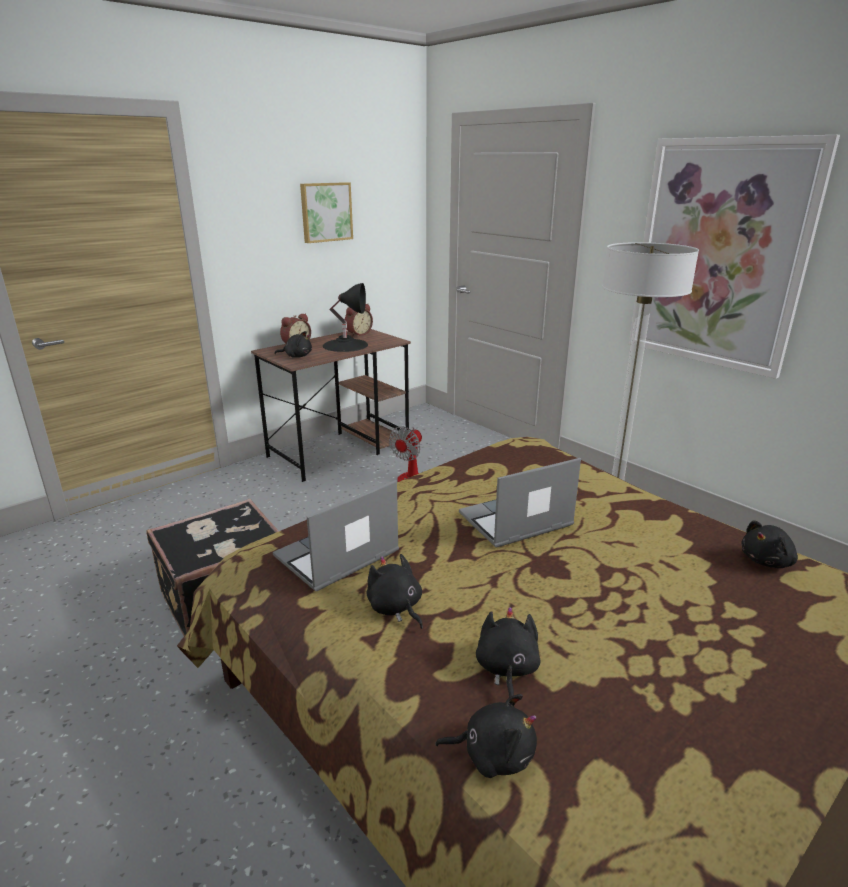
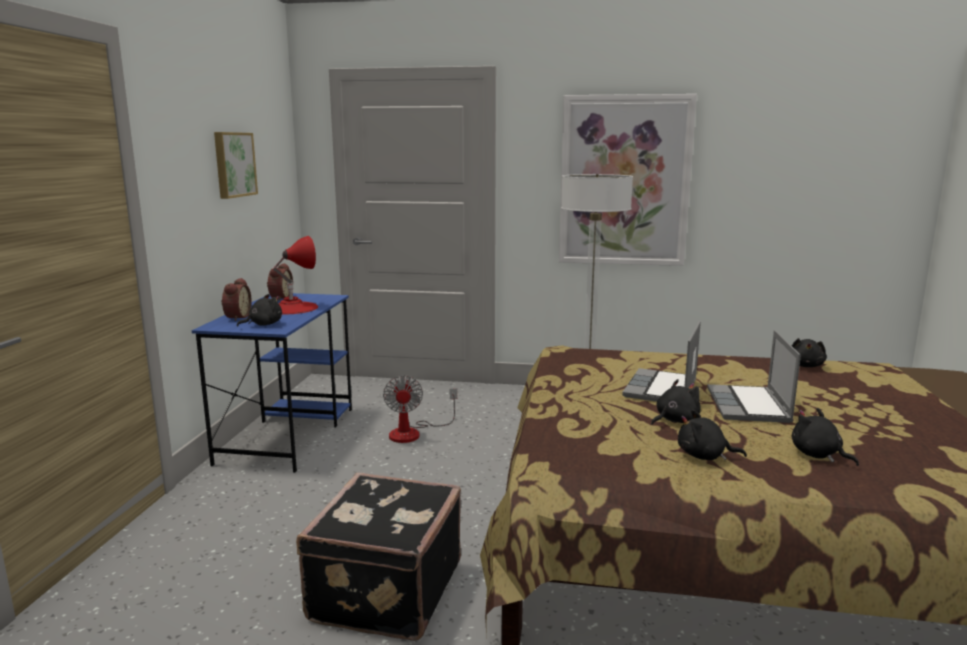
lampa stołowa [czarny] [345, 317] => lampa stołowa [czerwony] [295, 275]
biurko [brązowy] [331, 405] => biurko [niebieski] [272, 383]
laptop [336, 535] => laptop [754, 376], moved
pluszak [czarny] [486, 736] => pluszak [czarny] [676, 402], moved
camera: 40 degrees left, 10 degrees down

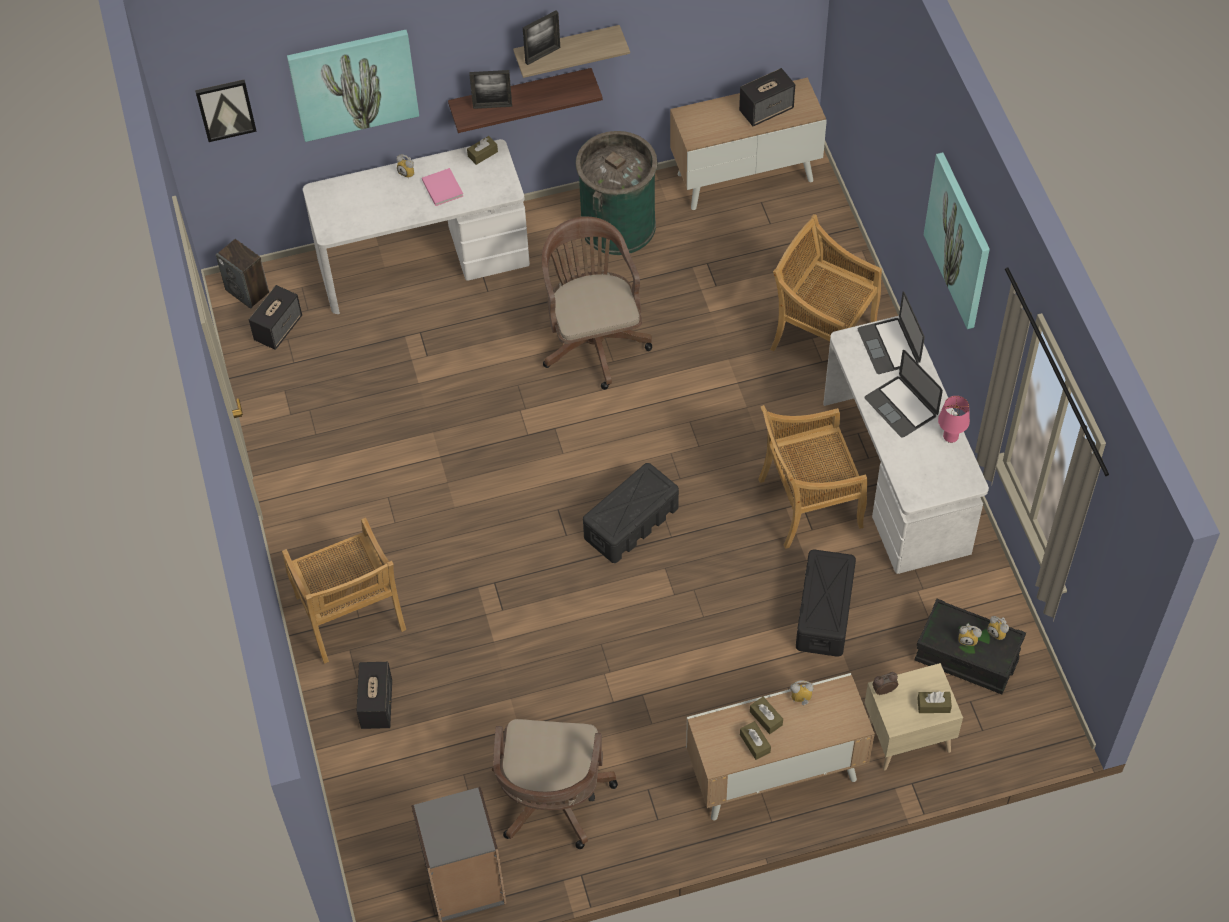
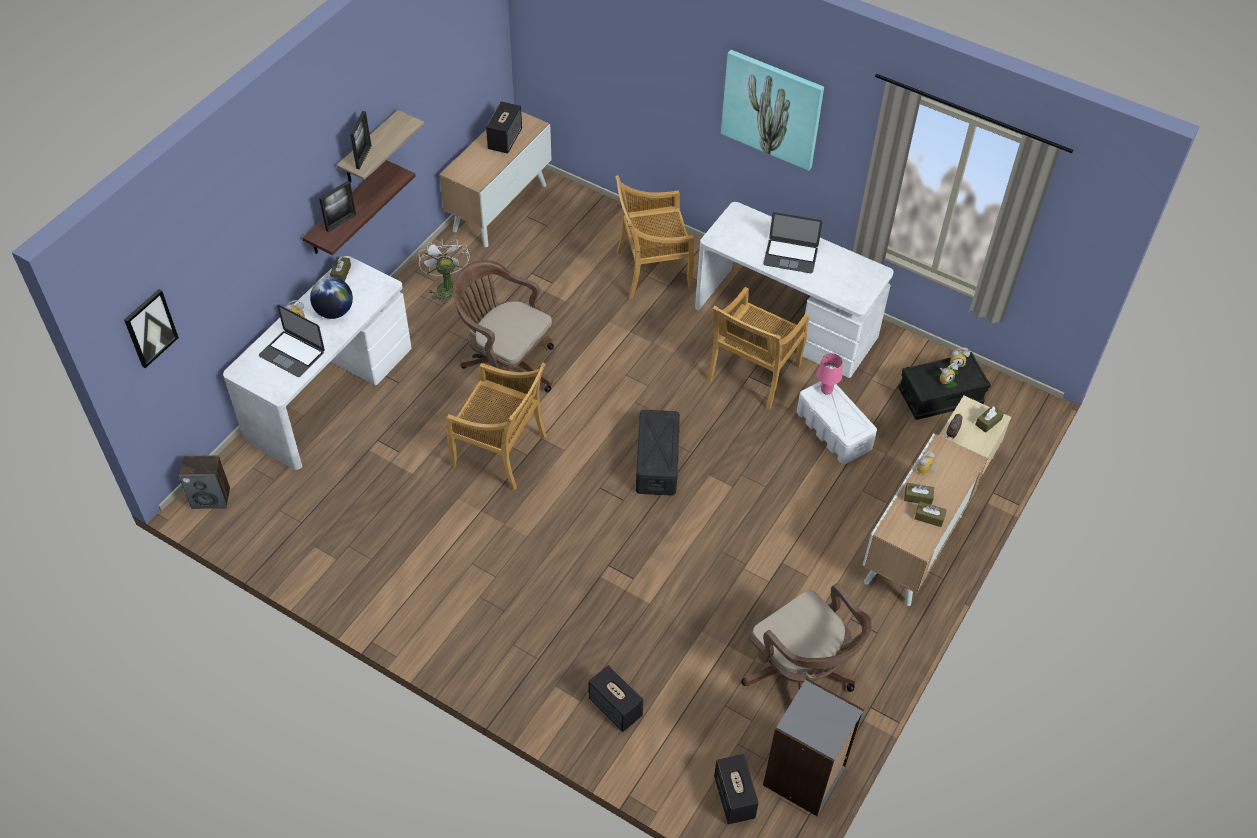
obraz [353, 86] => nothing
kosz na śmieci [zielony] [616, 193] => wentylator [biały] [444, 271]
książka [różowy] [442, 187] => globus [331, 298]
głośnik [275, 317] => głośnik [736, 789], moved
laptop [891, 333] => laptop [292, 340], moved
lampa stołowa [różowy] [954, 419] => lampa stołowa [różowy] [829, 374], moved
krzesło [beżowy] [344, 591] => krzesło [beżowy] [496, 426], moved
pojemnik do przechowywania [czarny] [826, 603] => pojemnik do przechowywania [biały] [837, 423]
camera: 45 degrees left, 5 degrees down

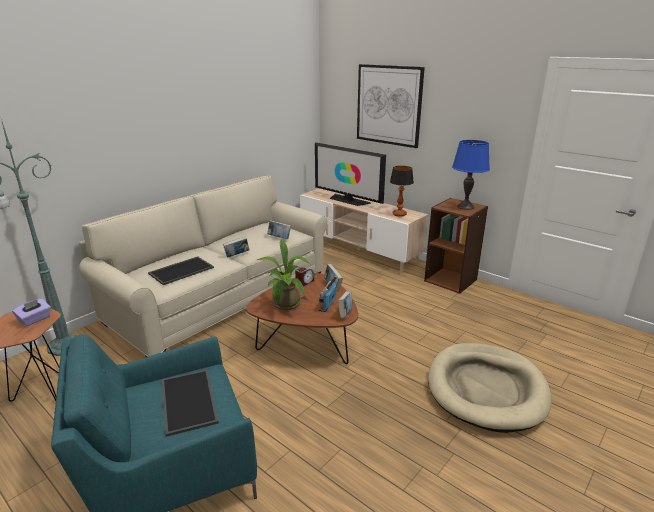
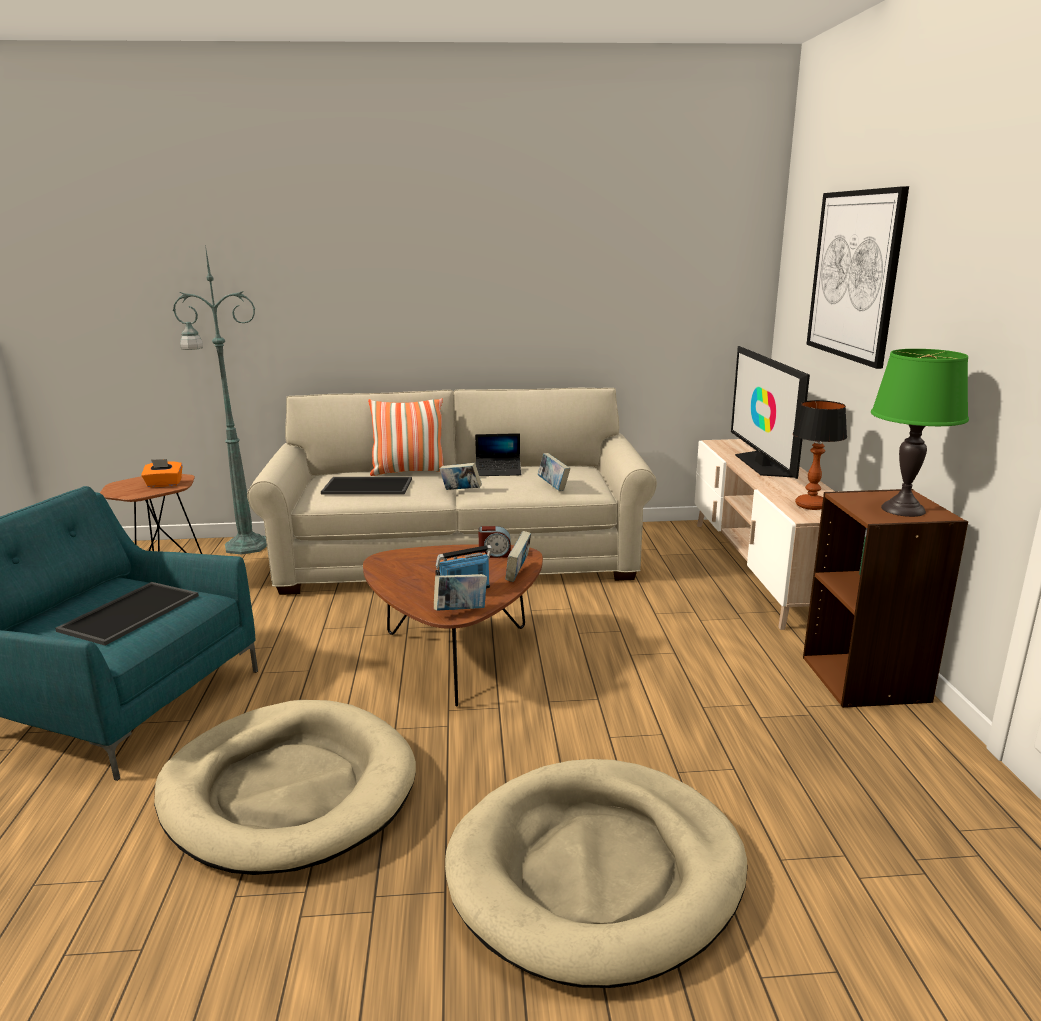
lampa stołowa [niebieski] [471, 175] => lampa stołowa [zielony] [920, 433]
roślina doniczkowa [283, 275] => nothing
pudełko chusteczek [fioletowy] [31, 312] => pudełko chusteczek [pomarańczowy] [162, 473]
nothing => poduszka [406, 437]
nothing => laptop [498, 454]
nothing => legowisko [beżowy] [285, 787]
camera: 45 degrees right, 5 degrees down

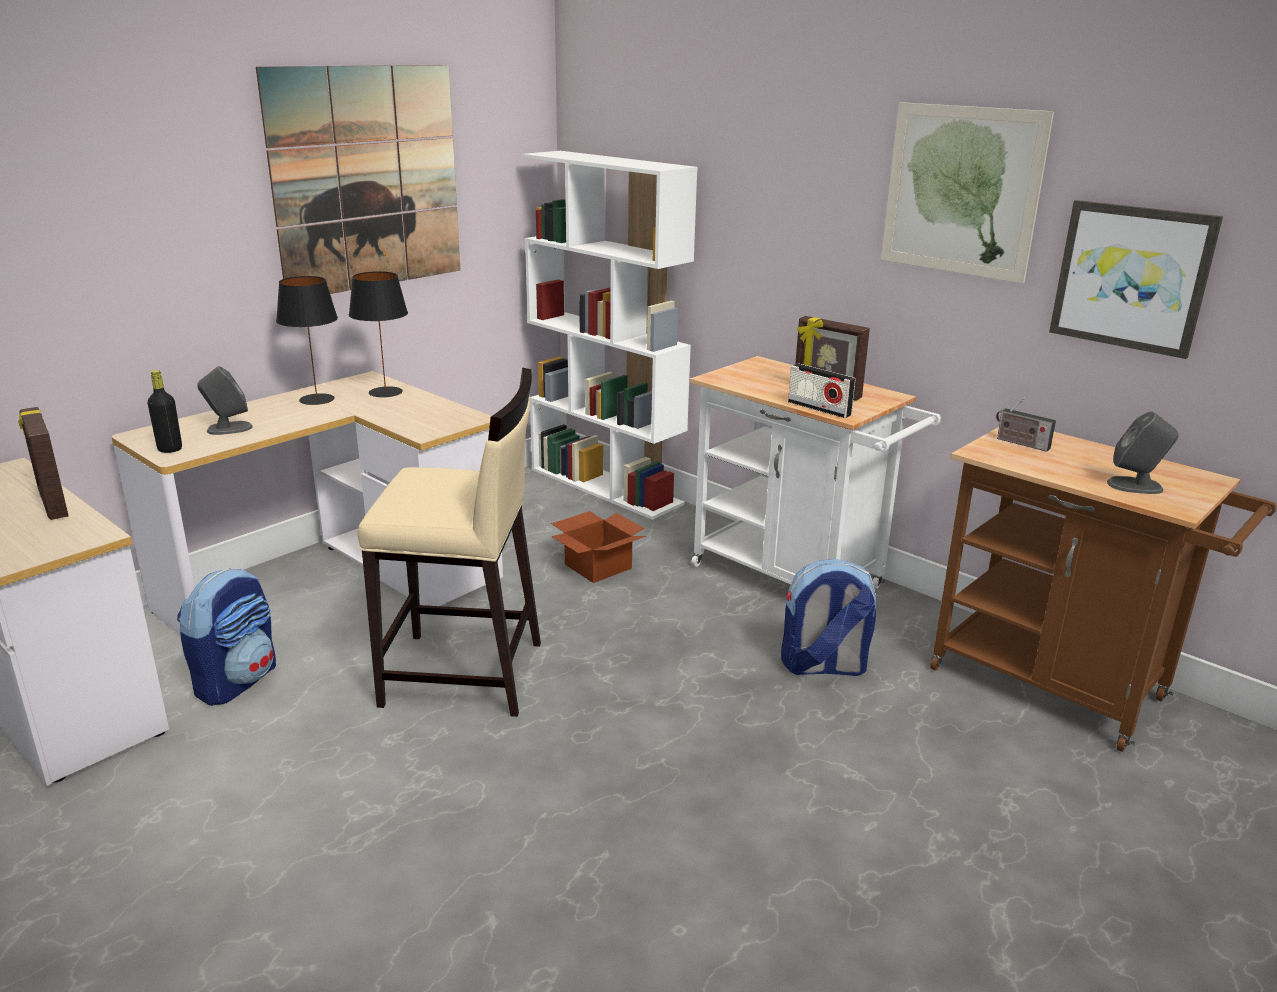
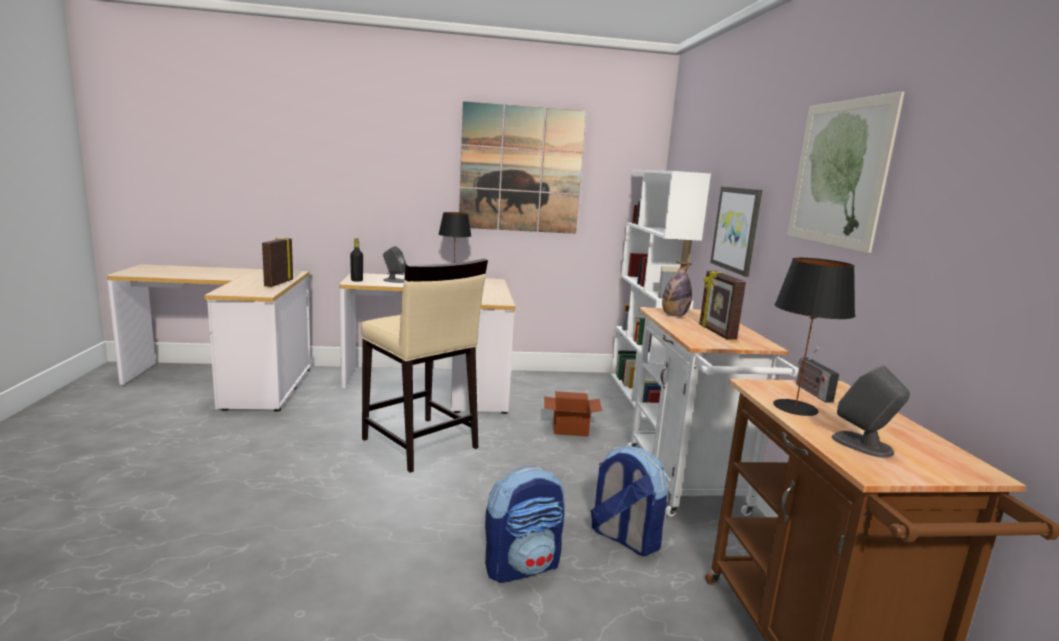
obraz [1136, 279] => obraz [736, 231], moved
lampa stołowa [czarny] [378, 334] => lampa stołowa [czarny] [814, 337], moved
radio [822, 390] => nothing
plecak [226, 637] => plecak [525, 525], moved
nothing => butelka [677, 288]
camera: 40 degrees right, 10 degrees down

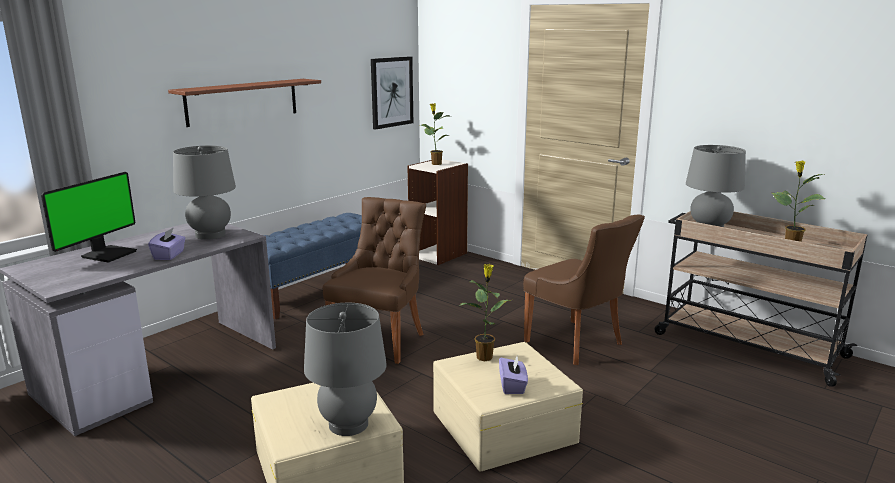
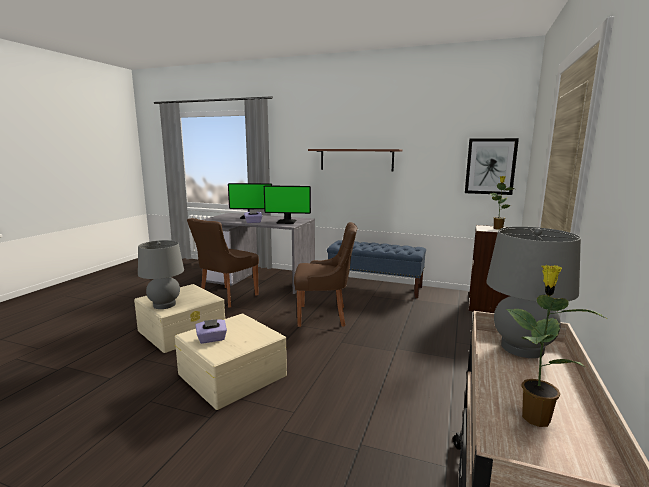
lampa stołowa [szary] [204, 193] => monitor [287, 204]
krzesło [brązowy] [584, 289] => krzesło [brązowy] [223, 263], moved
roślina doniczkowa [484, 312] => nothing
camera: 70 degrees right, 5 degrees down

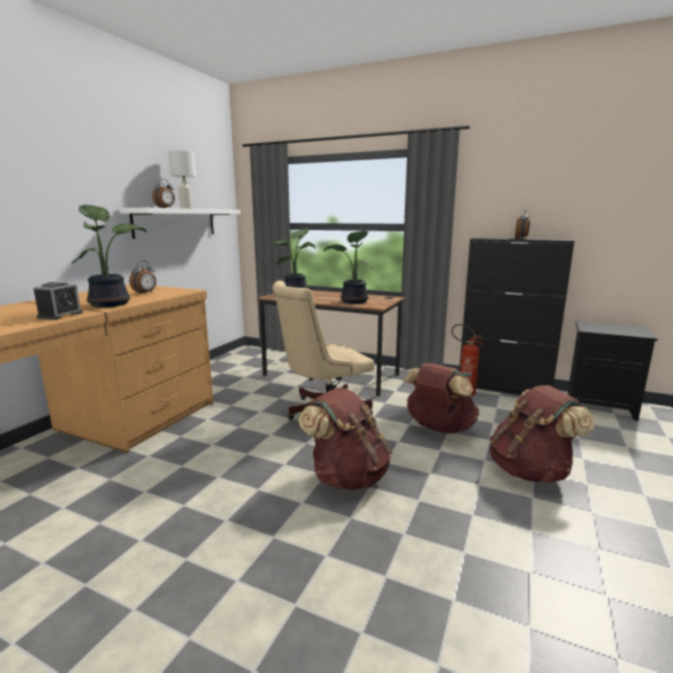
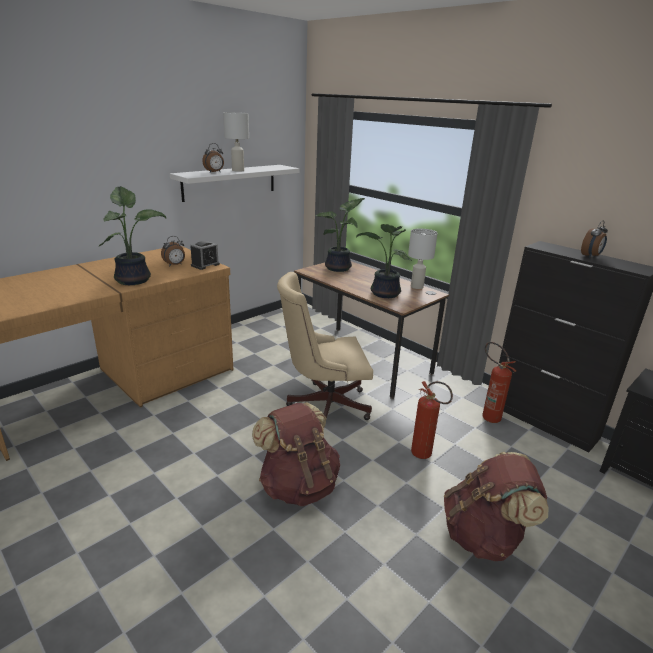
budzik [58, 301] => budzik [205, 255], moved
plecak [brązowy] [441, 398] => gaśnica [432, 420]
nothing => lampa stołowa [biały] [423, 259]
camera: 20 degrees right, 10 degrees up

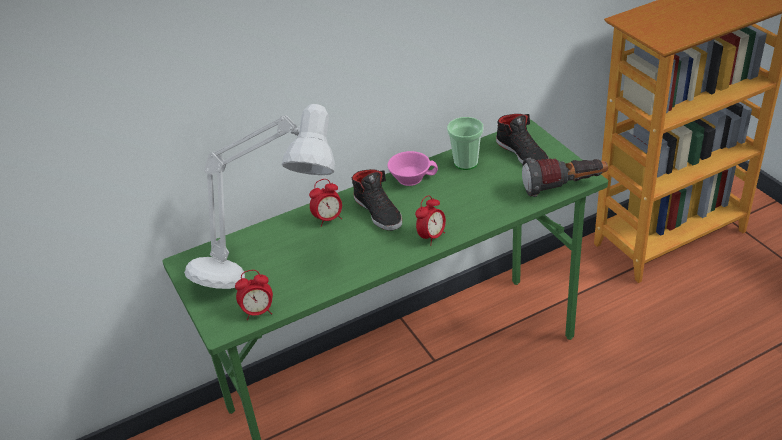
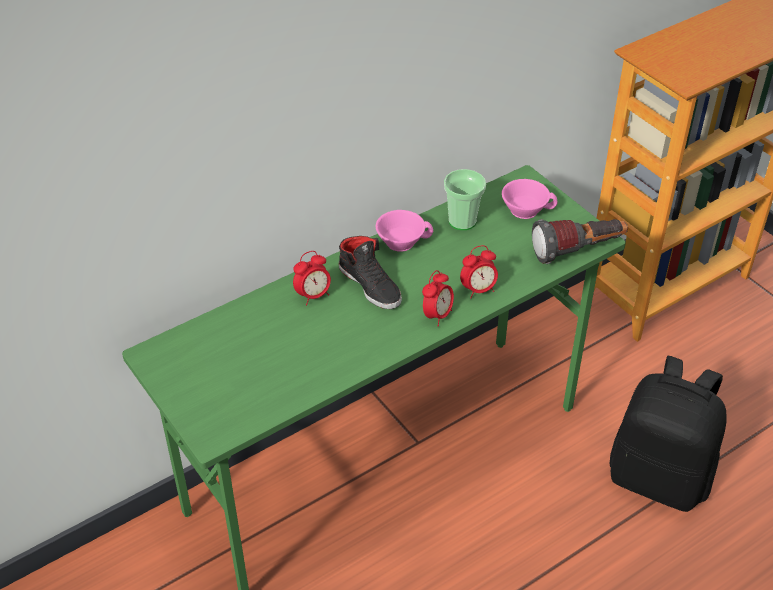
lampa stołowa [szary] [259, 196] => nothing
but [czarny] [522, 139] => filiżanka [różowy] [530, 199]
budzik [254, 295] => budzik [479, 272], moved
nothing => plecak [czarny] [668, 434]
camera: 10 degrees left, 5 degrees up

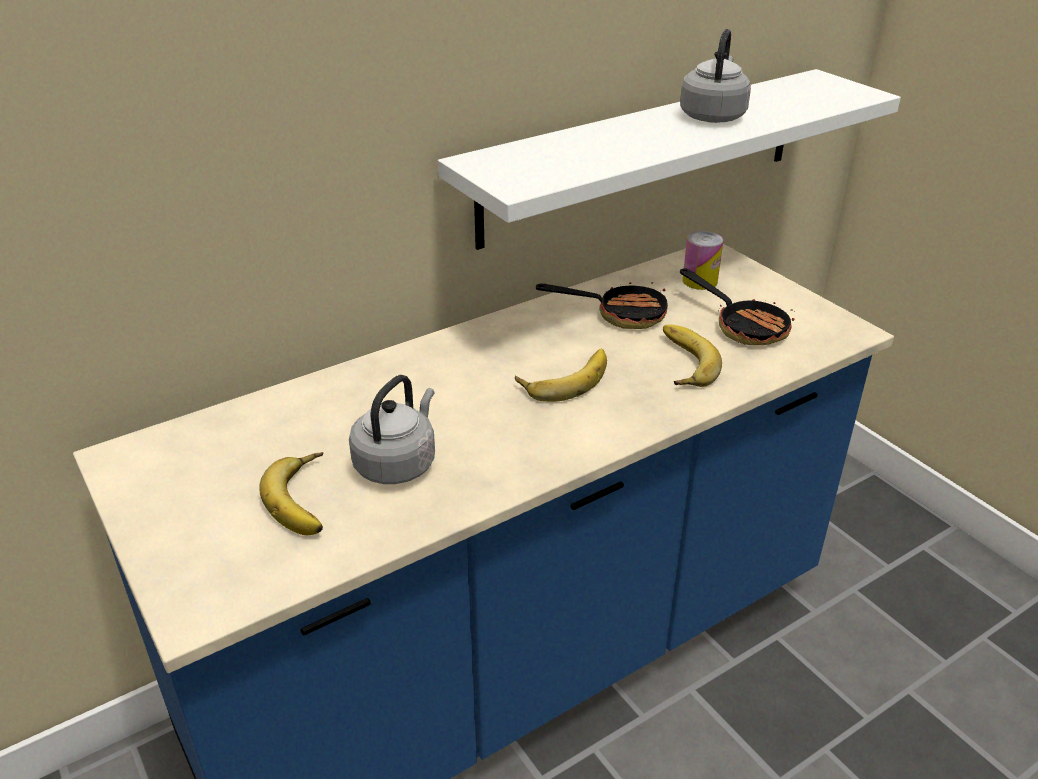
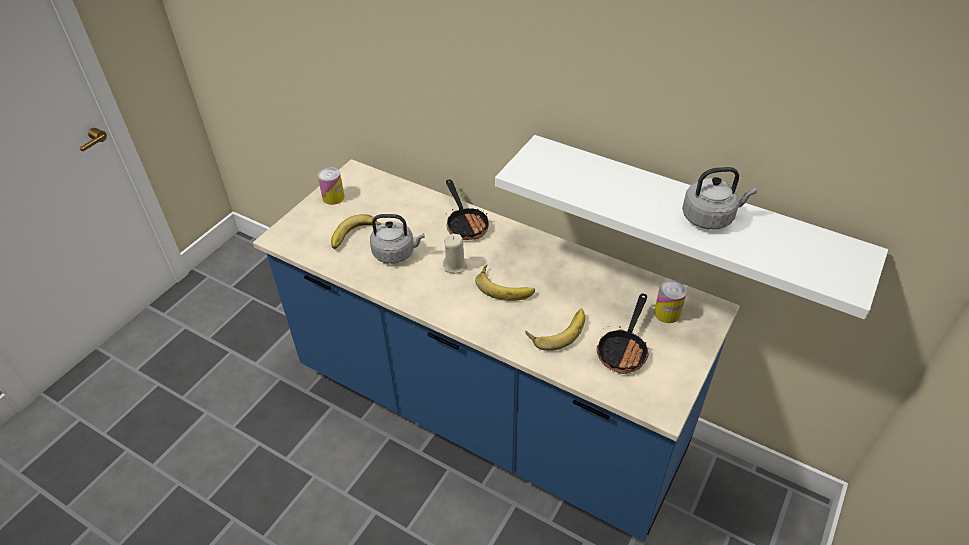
patelnia [602, 305] => patelnia [468, 209], moved
nothing => puszka [331, 186]
nothing => świeca [beżowy] [455, 254]
camera: 65 degrees right, 10 degrees up

